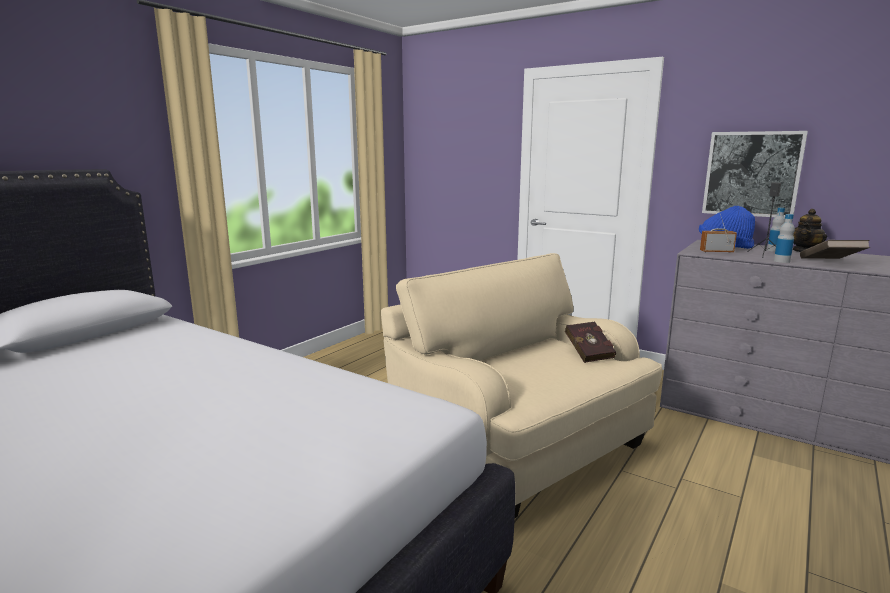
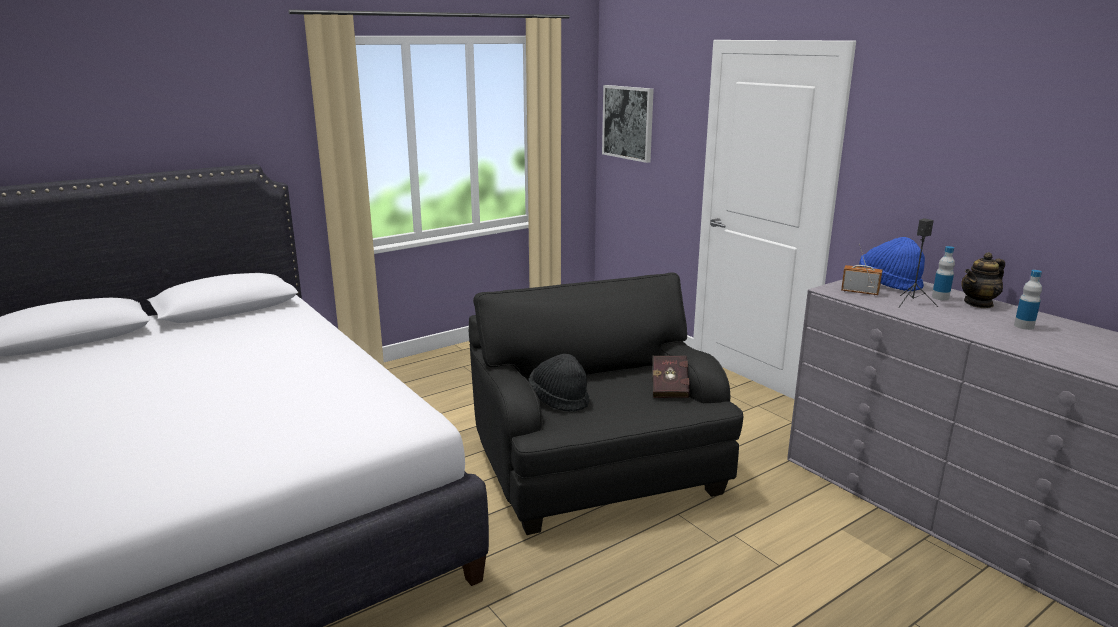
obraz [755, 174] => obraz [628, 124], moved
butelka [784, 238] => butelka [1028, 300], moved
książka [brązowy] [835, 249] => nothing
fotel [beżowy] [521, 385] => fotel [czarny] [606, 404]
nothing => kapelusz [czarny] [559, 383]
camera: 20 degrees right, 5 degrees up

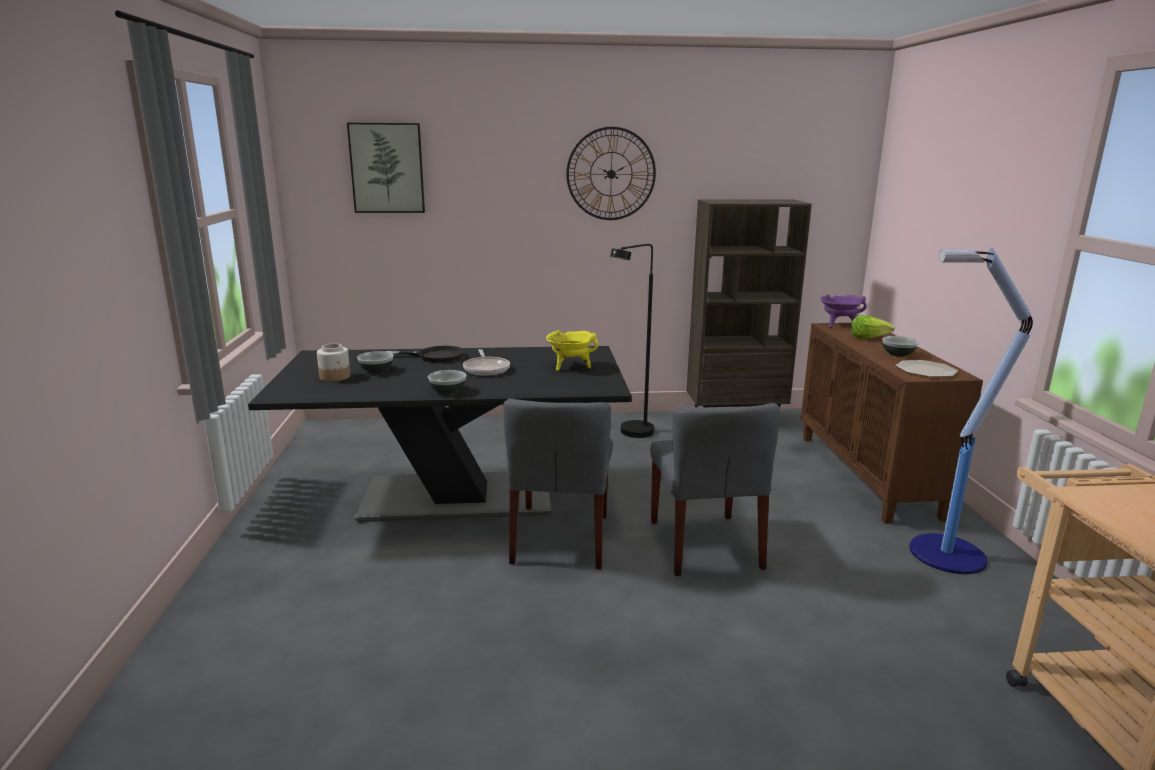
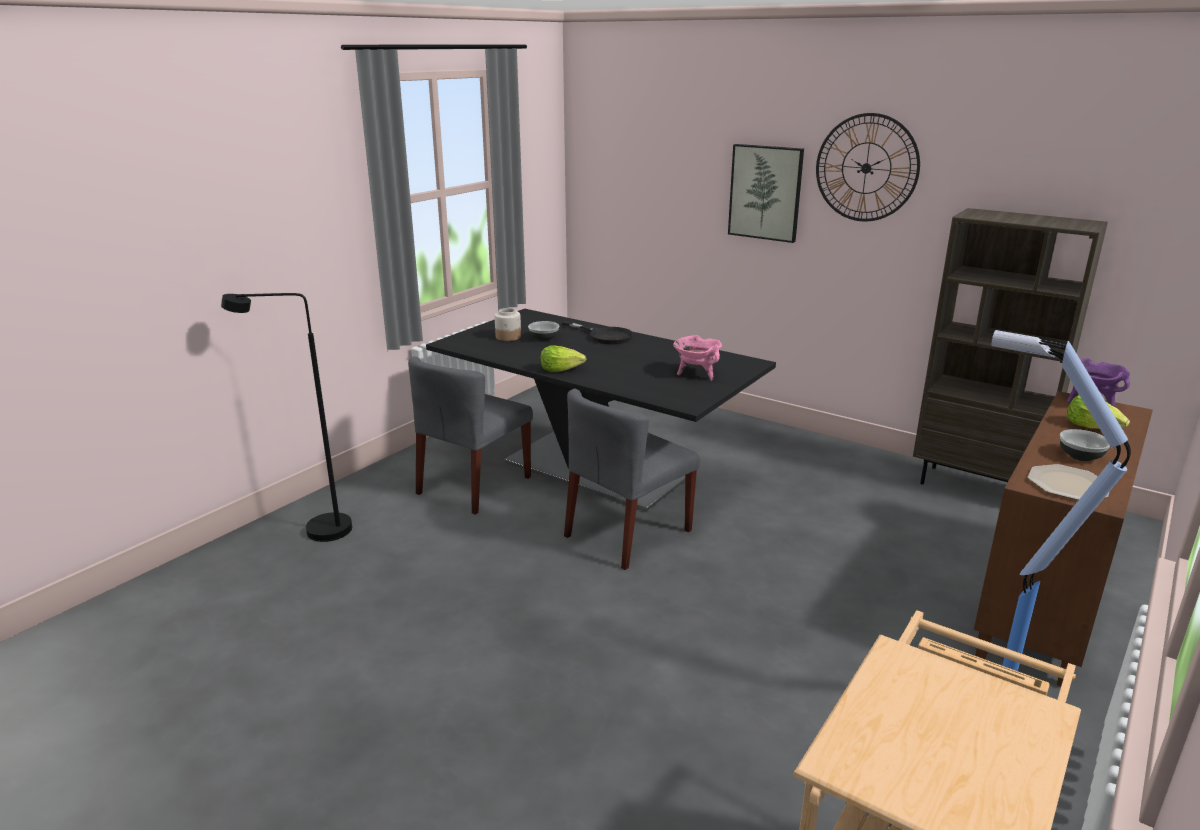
obraz [386, 168] => obraz [766, 193], moved
lampa stojąca [czarny] [632, 341] => lampa stojąca [czarny] [286, 417], moved
garnek [żółty] [572, 350] => garnek [różowy] [697, 357]
patelnia [486, 362] => nothing
miska [447, 382] => sałata [563, 358]
krzesło [szary] [715, 489] => krzesło [szary] [470, 435], moved
camera: 40 degrees right, 5 degrees up

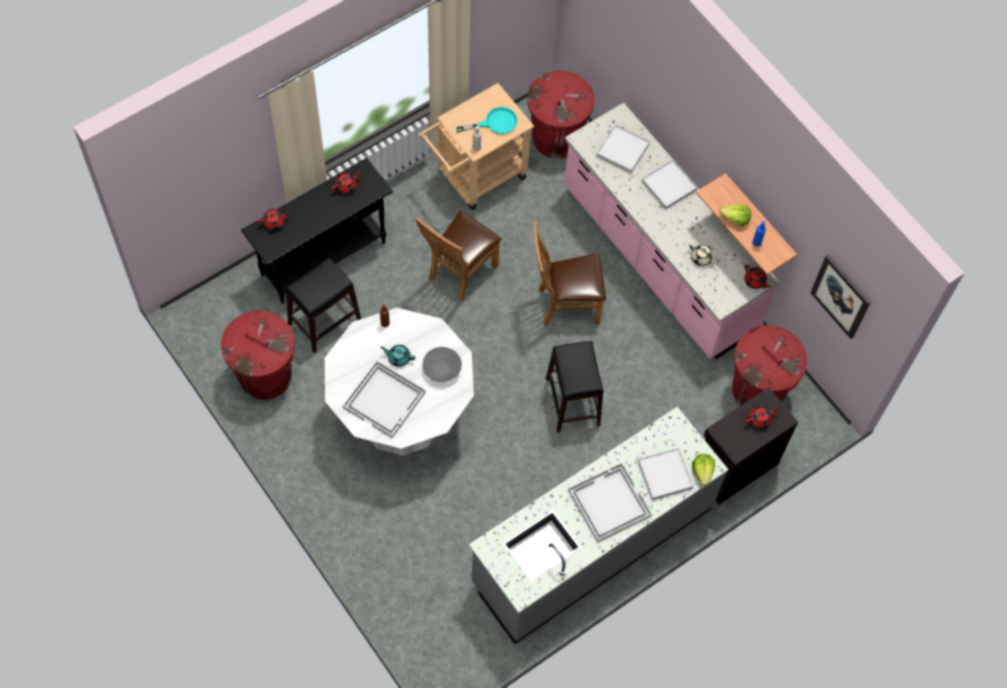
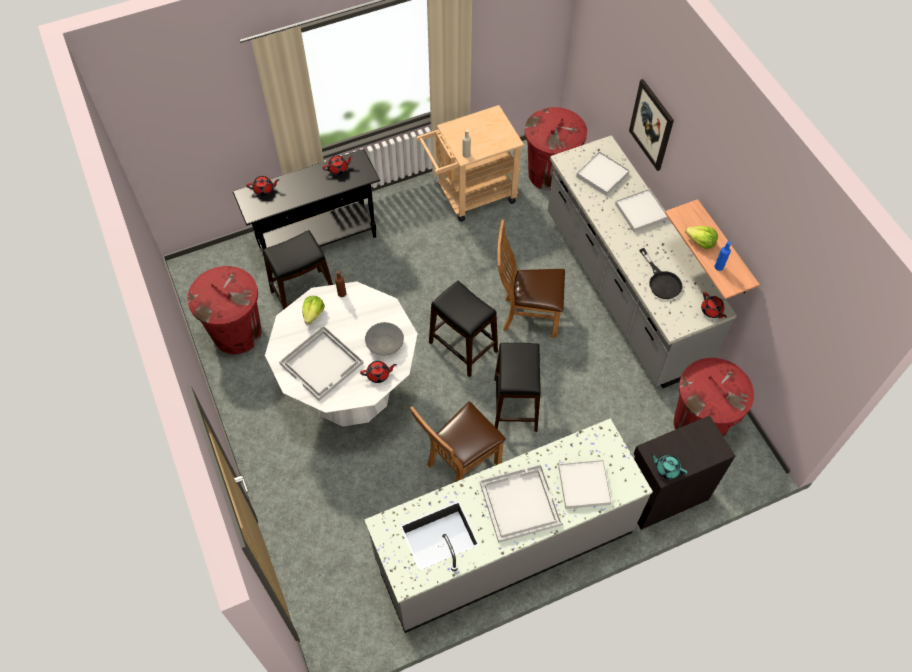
zabudowa kuchenna [różowy] [671, 231] => zabudowa kuchenna [szary] [642, 261]
patelnia [turkusowy] [486, 120] => nothing
krzesło [brązowy] [459, 255] => krzesło [brązowy] [458, 442], moved
imbryk [beżowy] [704, 254] => patelnia [czarny] [661, 273]
obraz [840, 297] => obraz [651, 125], moved
imbryk [turkusowy] [398, 356] => imbryk [turkusowy] [669, 466], moved
imbryk [czerwony] [762, 417] => imbryk [czerwony] [378, 372], moved
sałata [703, 470] => sałata [314, 310], moved
nothing => stołek [czarny] [463, 329]
camera: 15 degrees right, 5 degrees down

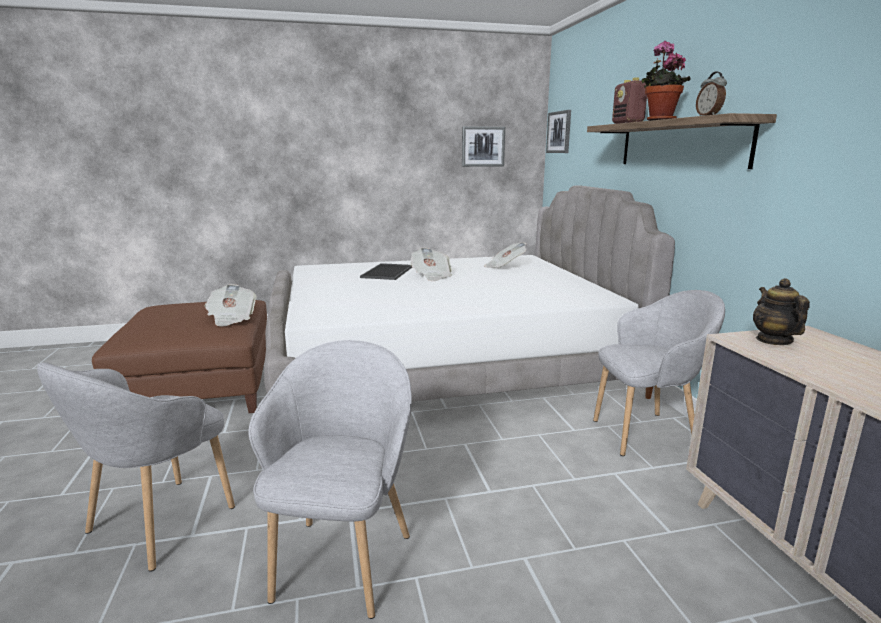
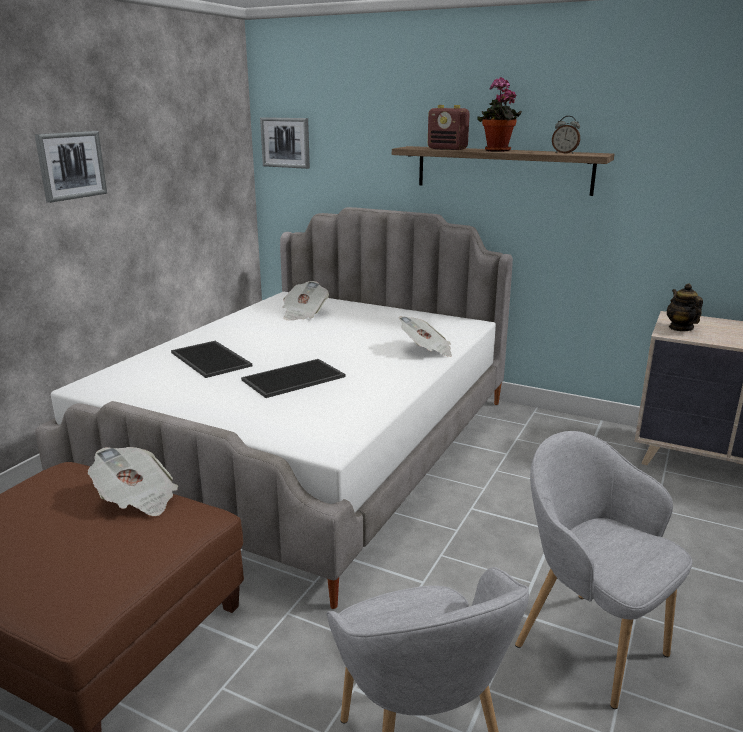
obraz [483, 146] => obraz [71, 167], moved
gazeta [431, 264] => gazeta [425, 336], moved
imbryk [781, 311] => imbryk [685, 307], 45 degrees clockwise
fotel [szary] [659, 373] => nothing
nothing => taca [293, 378]
camera: 50 degrees left, 5 degrees up

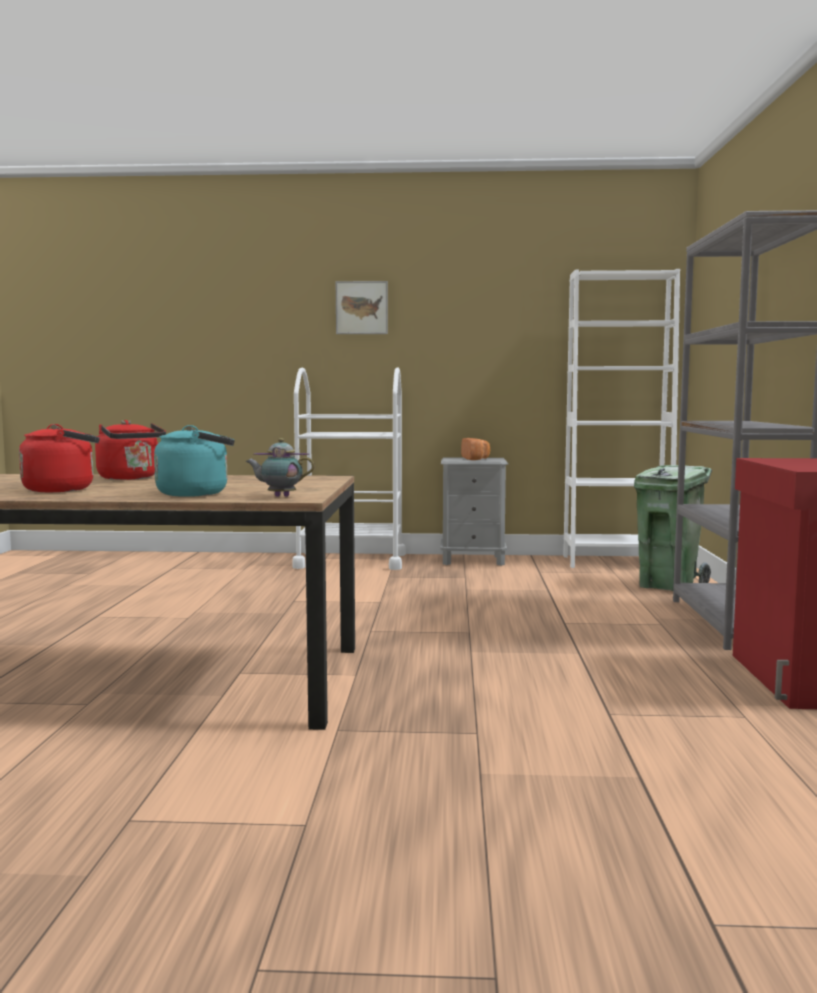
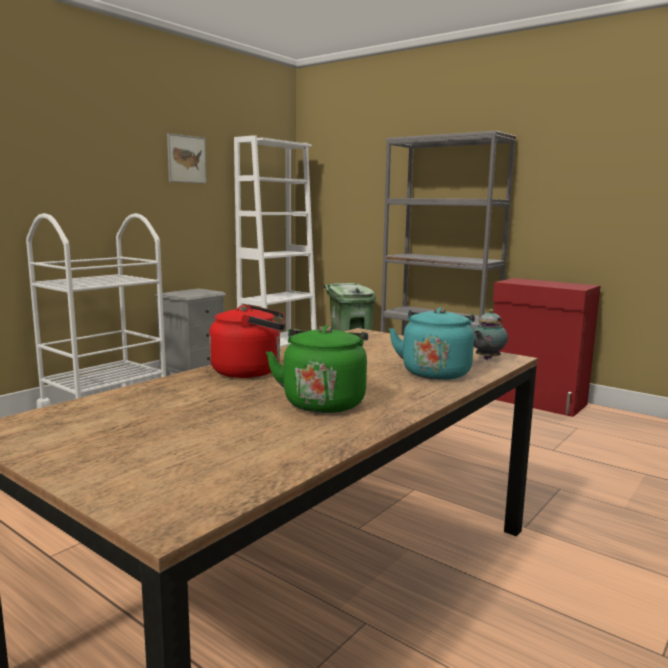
obraz [362, 307] => obraz [186, 158], moved
czajnik [czerwony] [59, 458] => czajnik [zielony] [317, 369]
chleb [475, 449] => nothing
camera: 55 degrees left, 5 degrees up

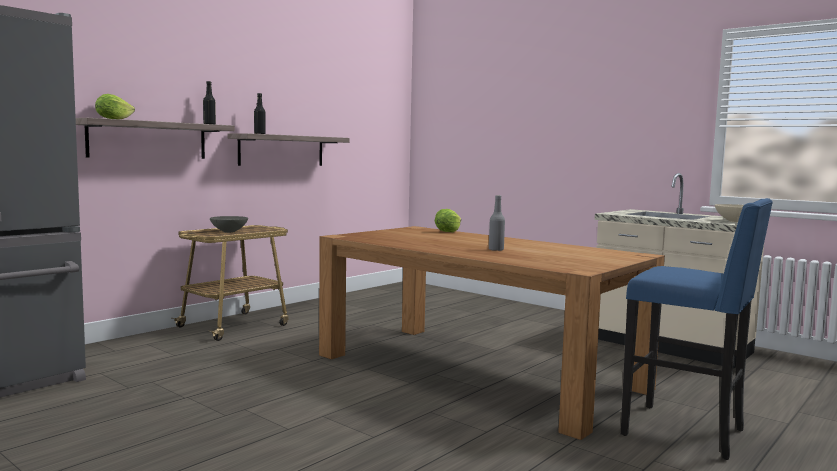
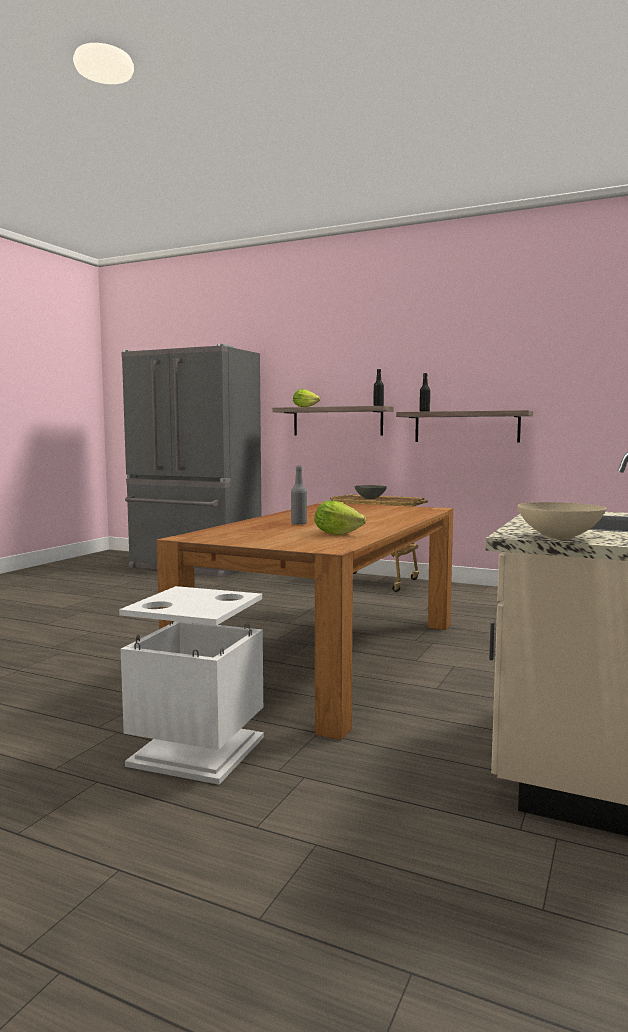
stołek [niebieski] [697, 329] => kosz na śmieci [biały] [191, 685]
sałata [448, 220] => sałata [340, 517], moved
camera: 75 degrees right, 0 degrees up

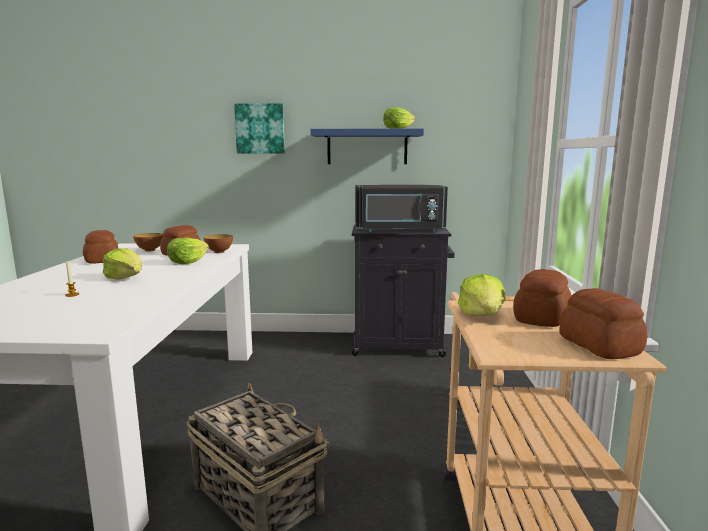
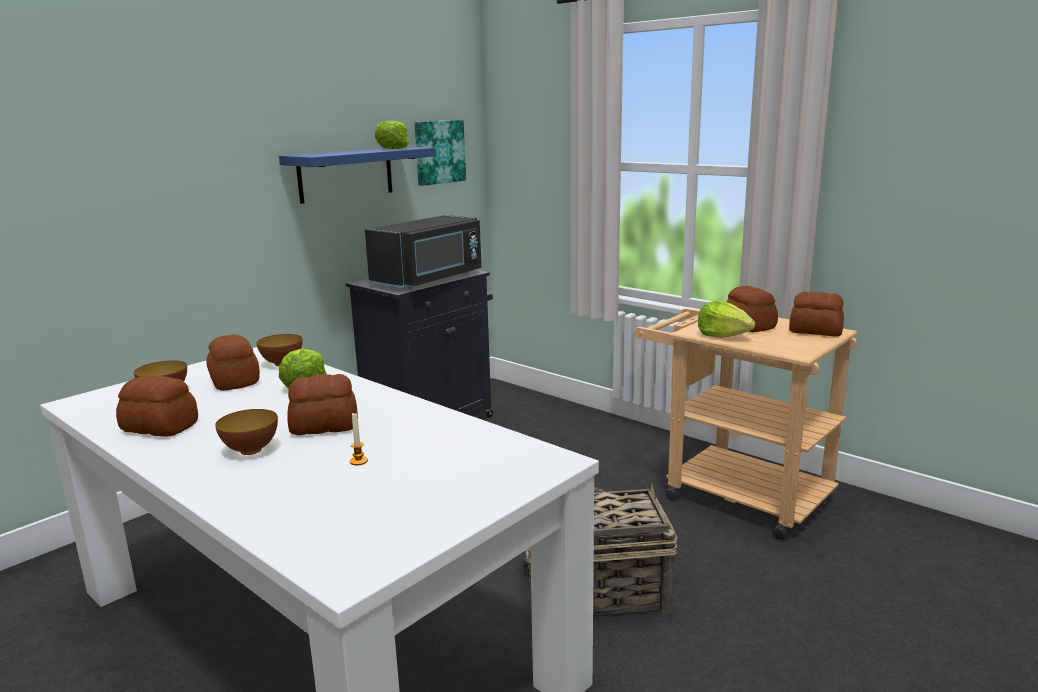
obraz [259, 128] => obraz [440, 153], moved
sałata [122, 264] => chleb [322, 404]
nothing => miska [246, 432]
camera: 50 degrees left, 5 degrees up

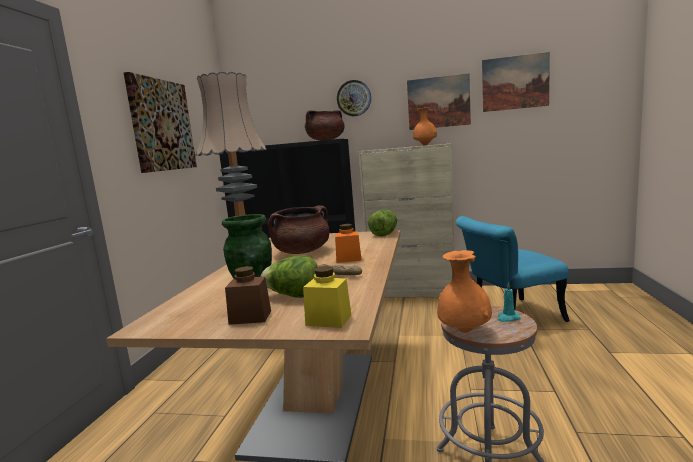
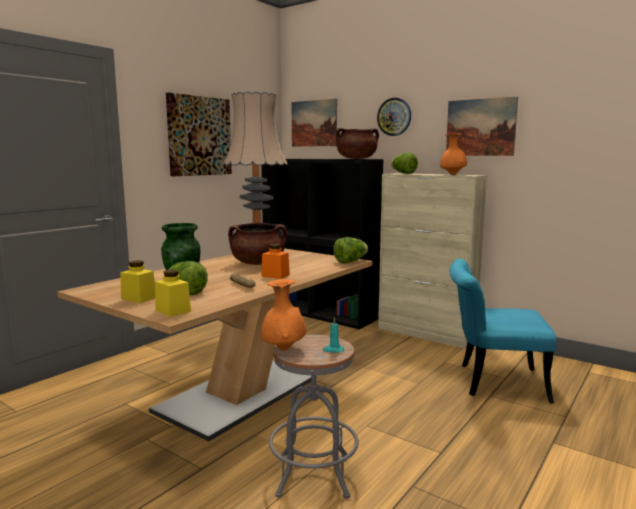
obraz [516, 82] => obraz [314, 123], moved
słoik [brązowy] [248, 295] => słoik [żółty] [137, 282]
nothing => sałata [404, 163]
camera: 25 degrees right, 0 degrees up

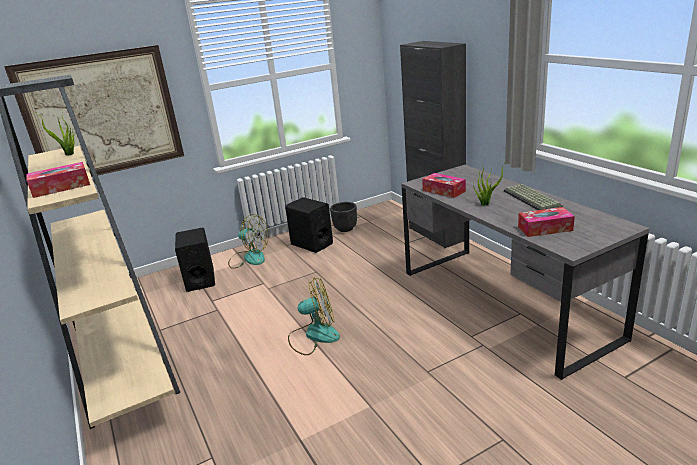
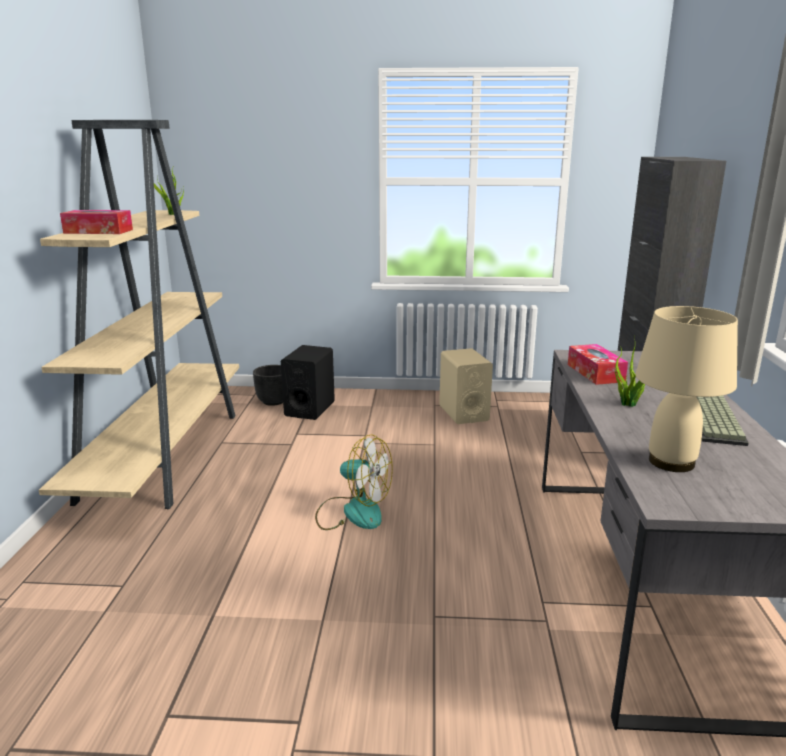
obraz [94, 111] => nothing
głośnik [czarny] [309, 225] => głośnik [beżowy] [466, 386]
donica [czarny] [343, 217] => donica [czarny] [268, 385], moved
pudełko chusteczek [546, 222] => lampa stołowa [beżowy] [686, 389]
wentylator [248, 241] => nothing
camera: 30 degrees right, 5 degrees down

